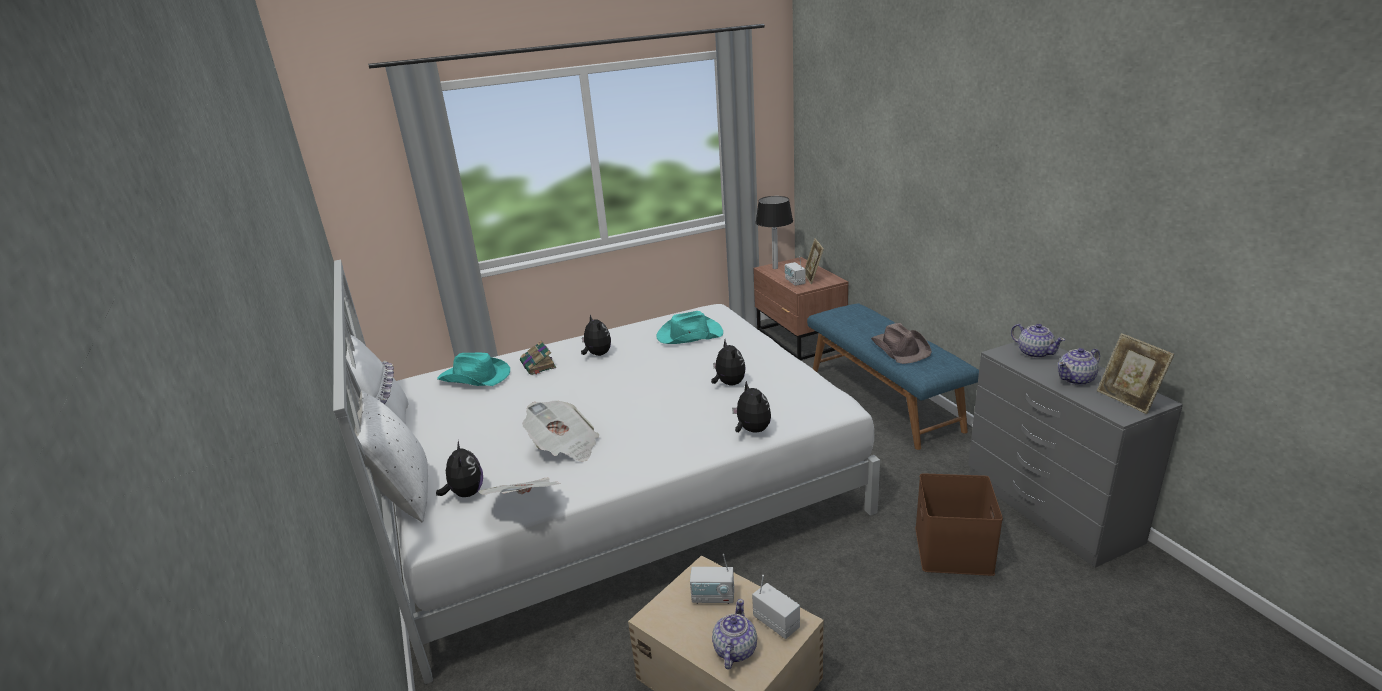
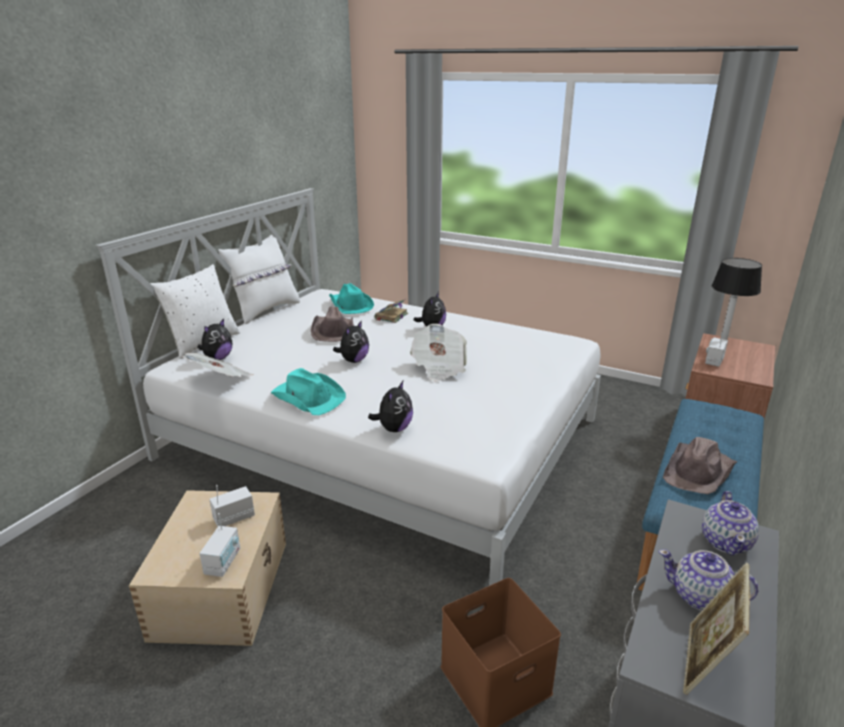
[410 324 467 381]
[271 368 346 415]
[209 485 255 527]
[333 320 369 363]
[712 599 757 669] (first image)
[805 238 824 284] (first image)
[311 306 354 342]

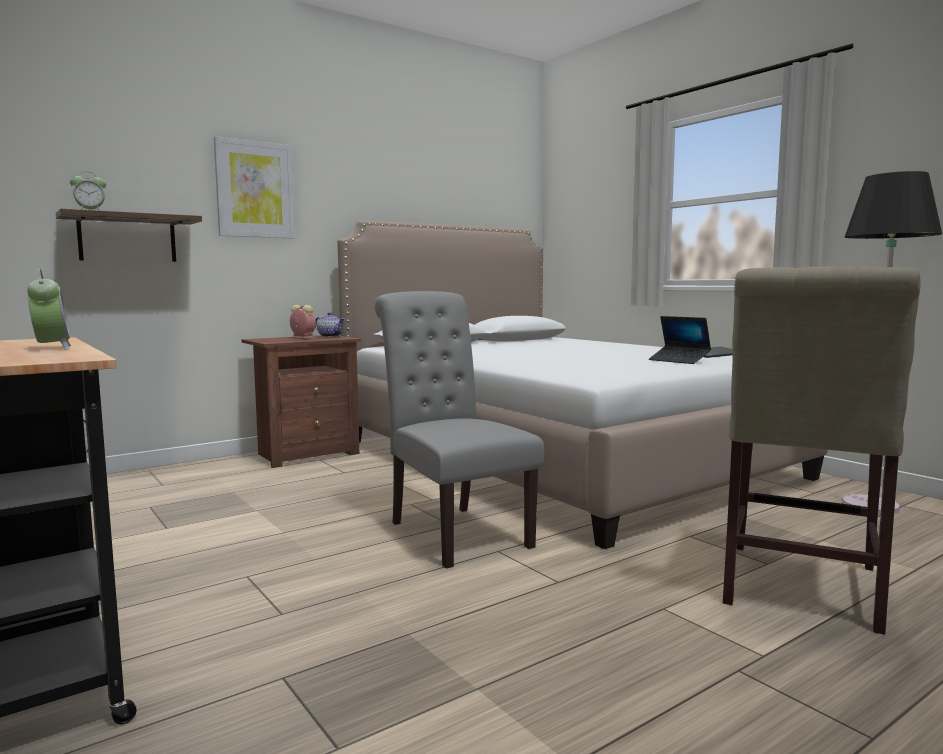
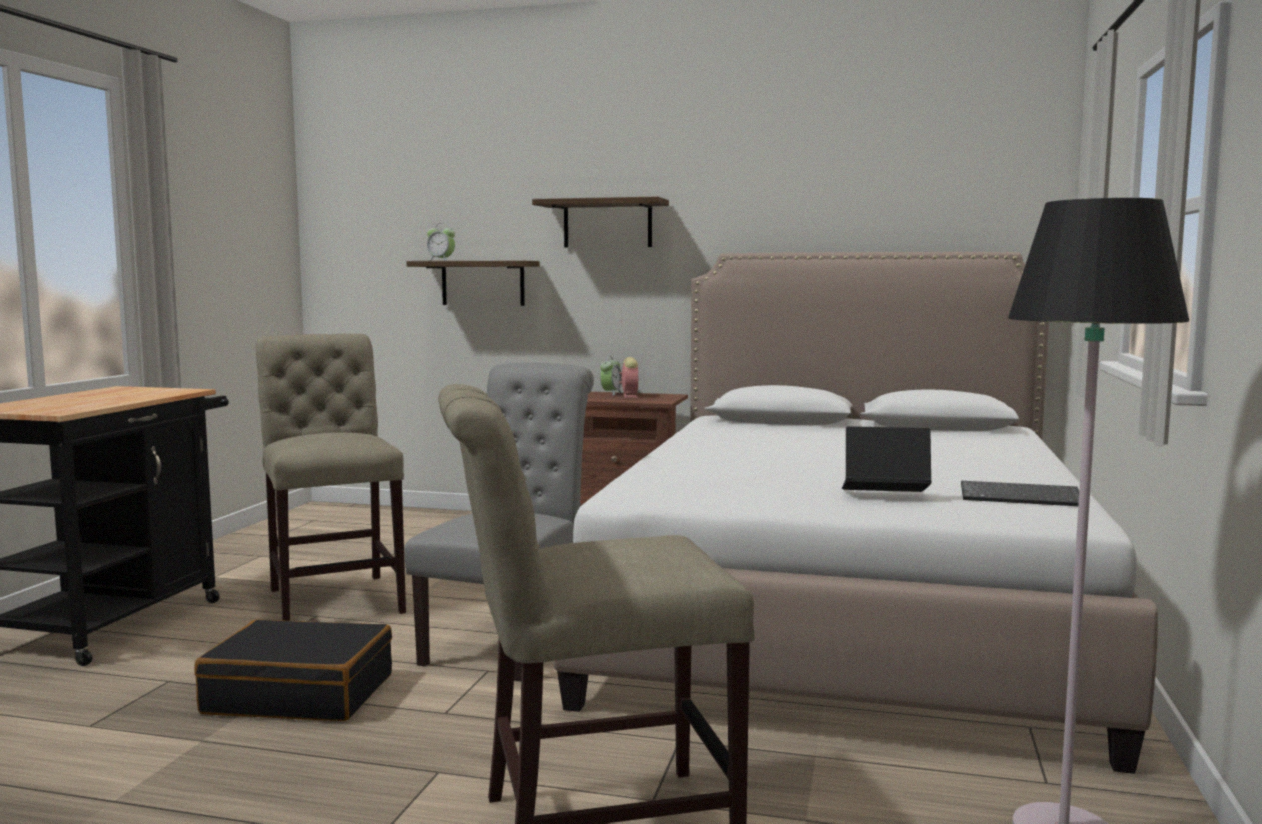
[600 356 623 395]
[532 197 669 248]
[315 312 344 337] (first image)
[842 426 931 492]
[195 619 392 721]
[256 333 406 621]

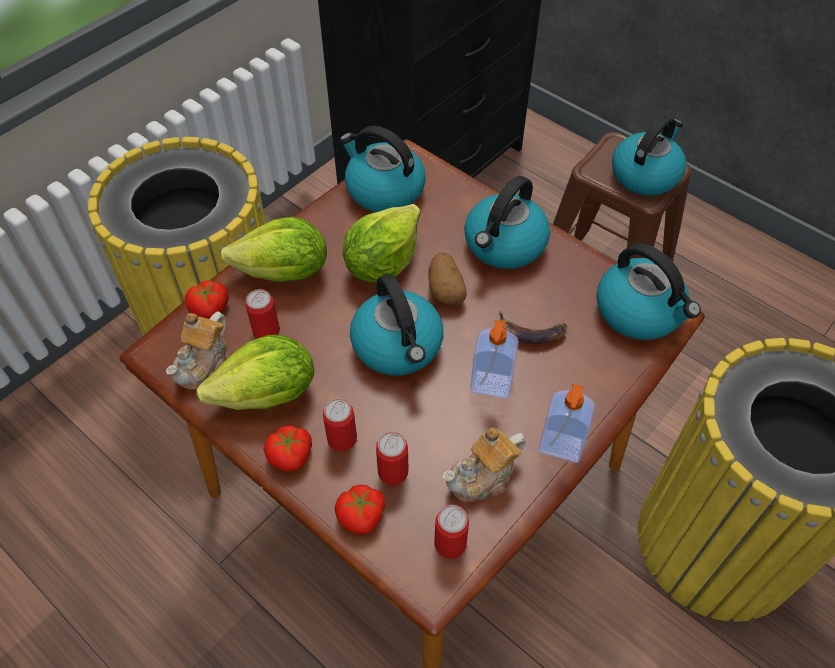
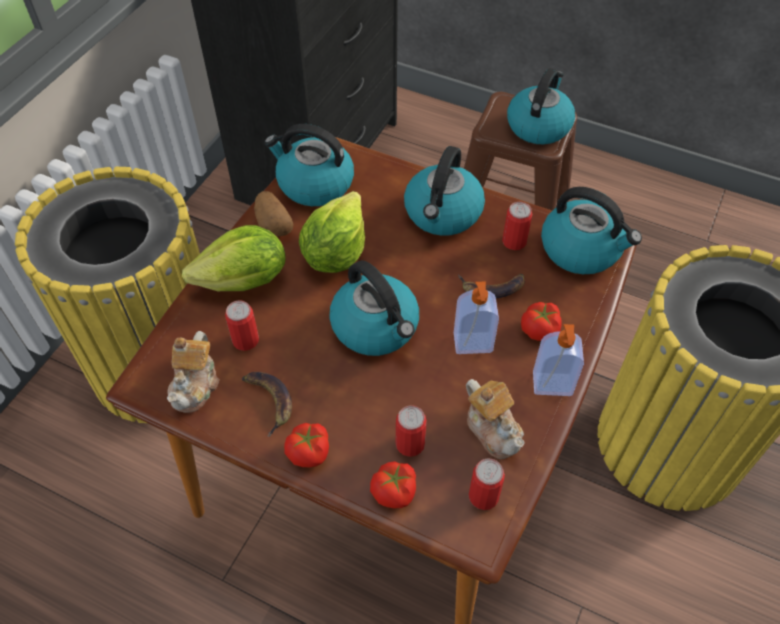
[521 302 562 341]
[242 372 292 437]
[502 202 532 250]
[254 191 293 236]
[466 379 525 459]

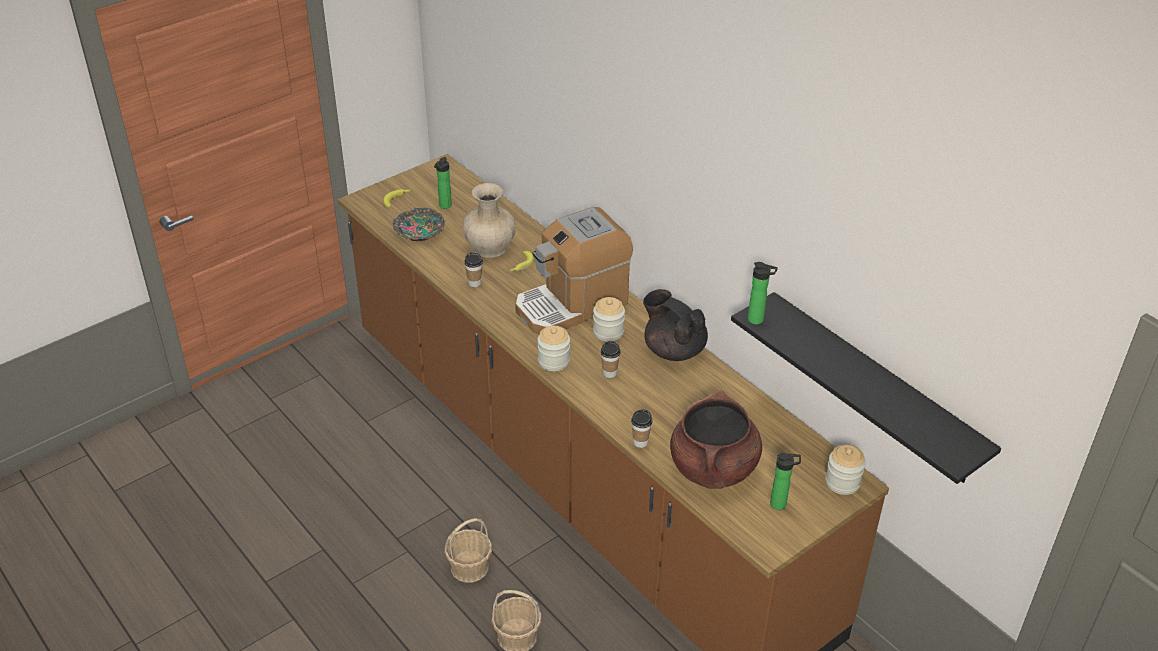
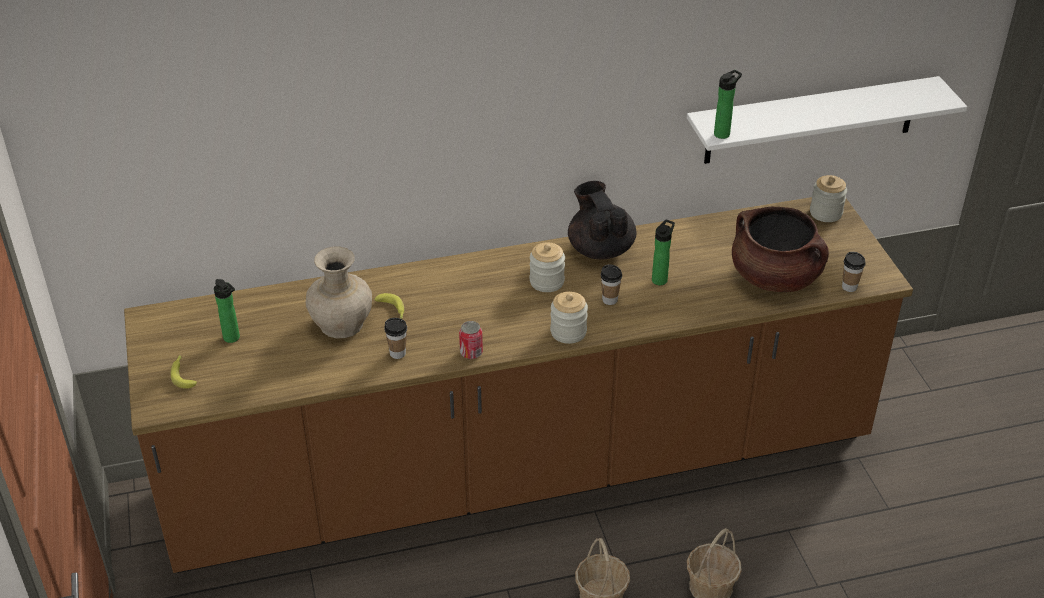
[392 207 445 241] (first image)
[515 207 633 334] (first image)
[842 252 866 292]
[568 181 637 260]
[687 76 967 164]
[652 220 675 285]
[459 321 483 359]

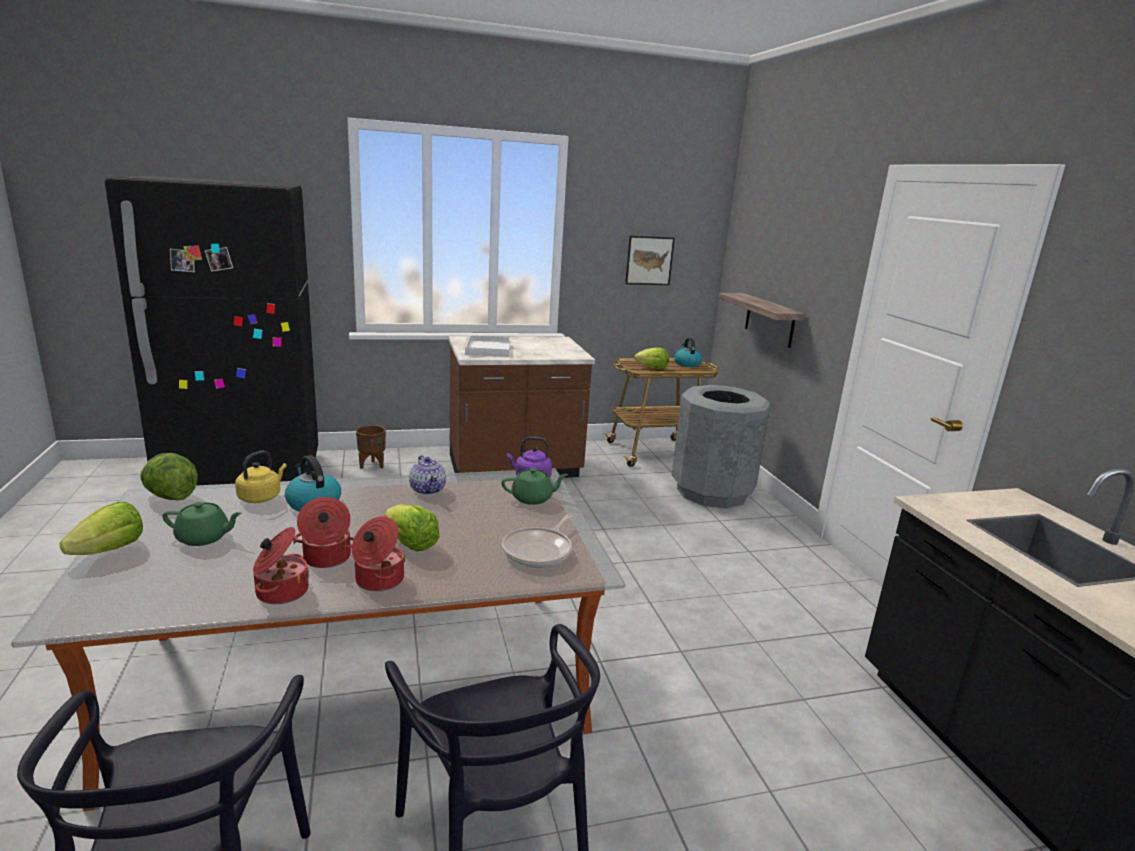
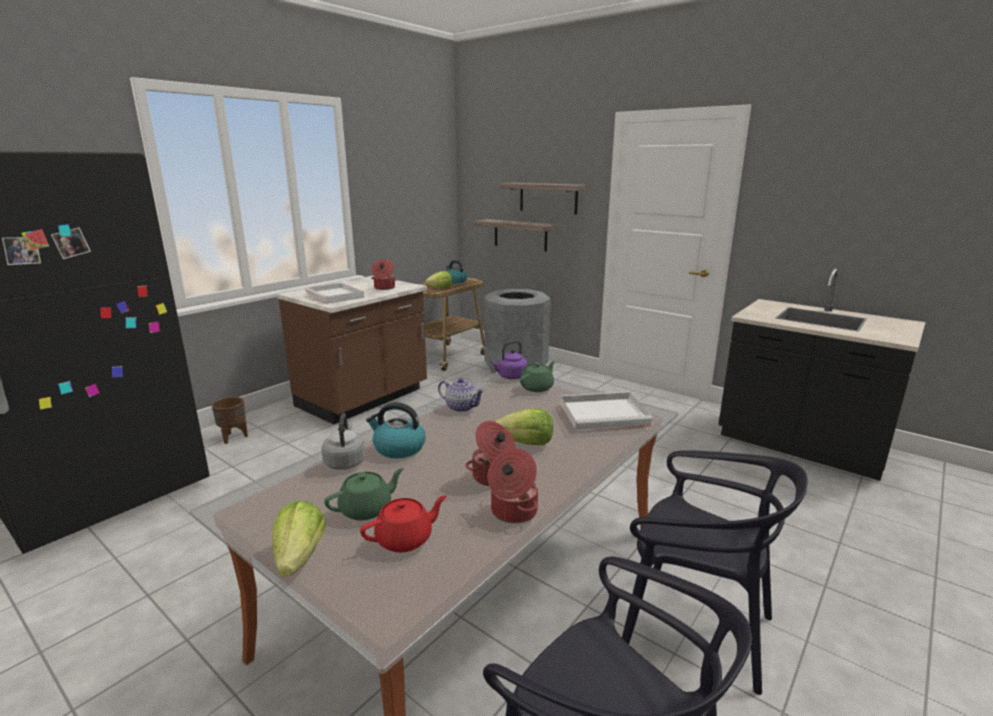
[140 453 198 500] (first image)
[321 413 366 470]
[371 259 397 290]
[560 392 653 431]
[625 236 675 285] (first image)
[360 495 447 553]
[499 183 588 215]

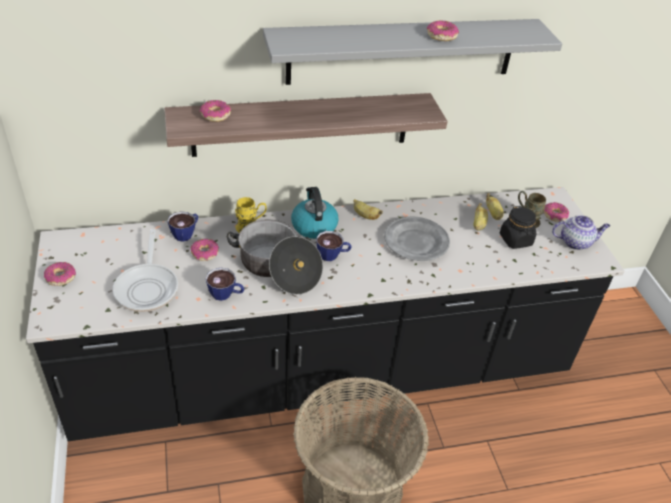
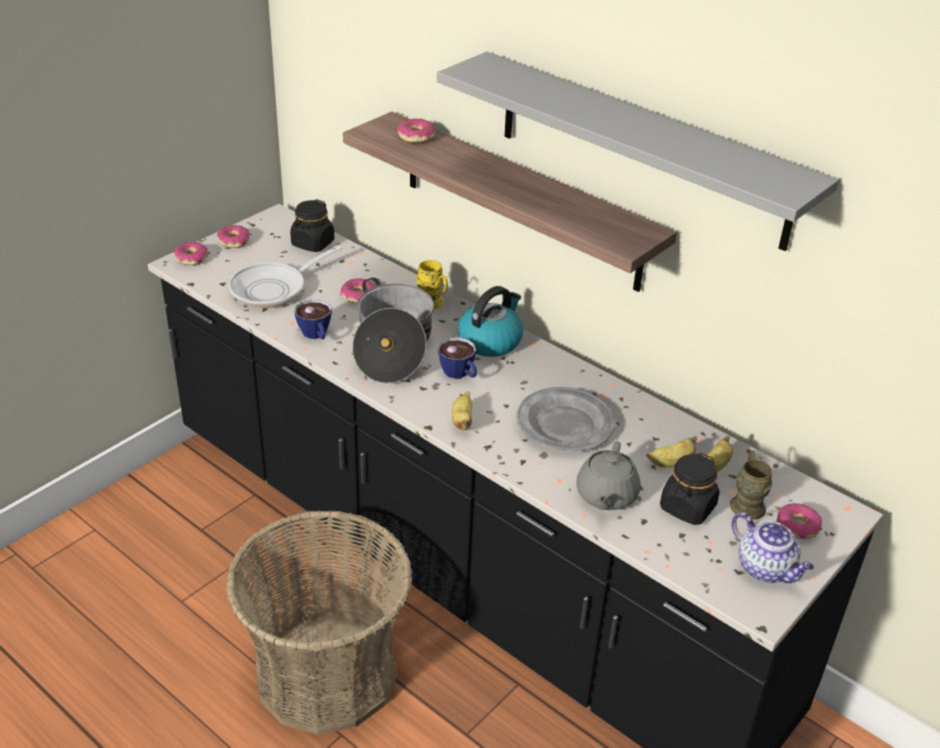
[167 211 198 241] (first image)
[451 392 472 430]
[174 242 207 266]
[290 199 335 252]
[576 441 640 510]

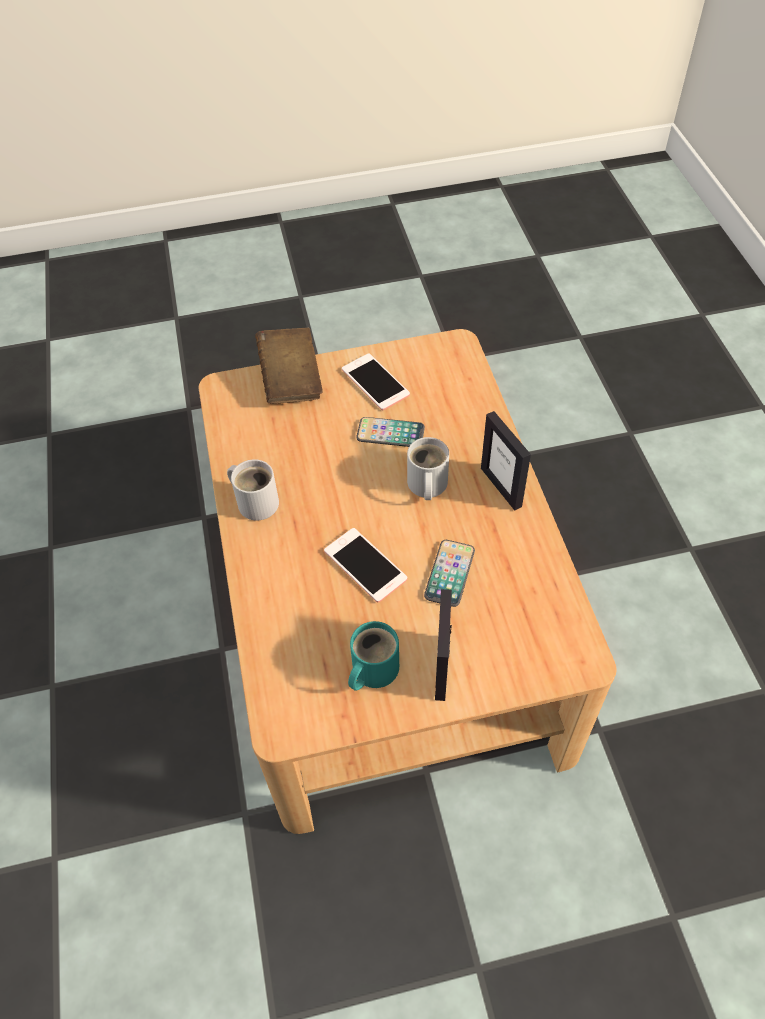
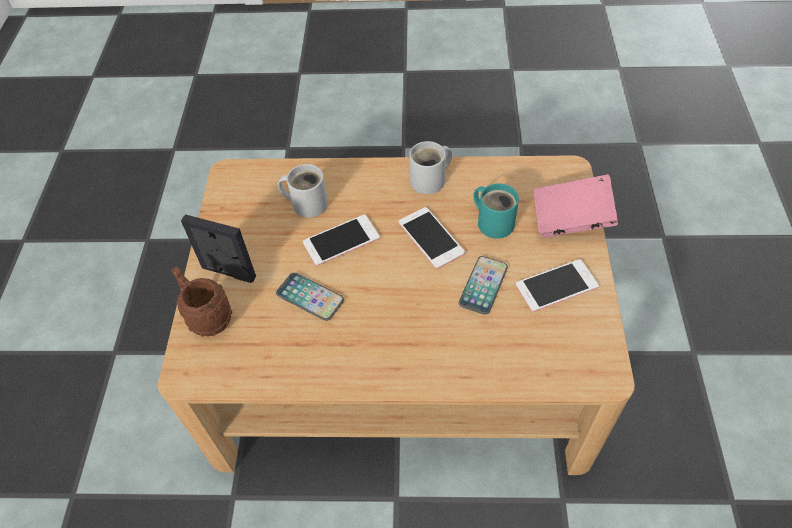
[534 174 618 238]
[473 183 519 239]
[278 164 328 218]
[481 411 531 511] (first image)
[172 267 232 336]
[398 207 465 269]

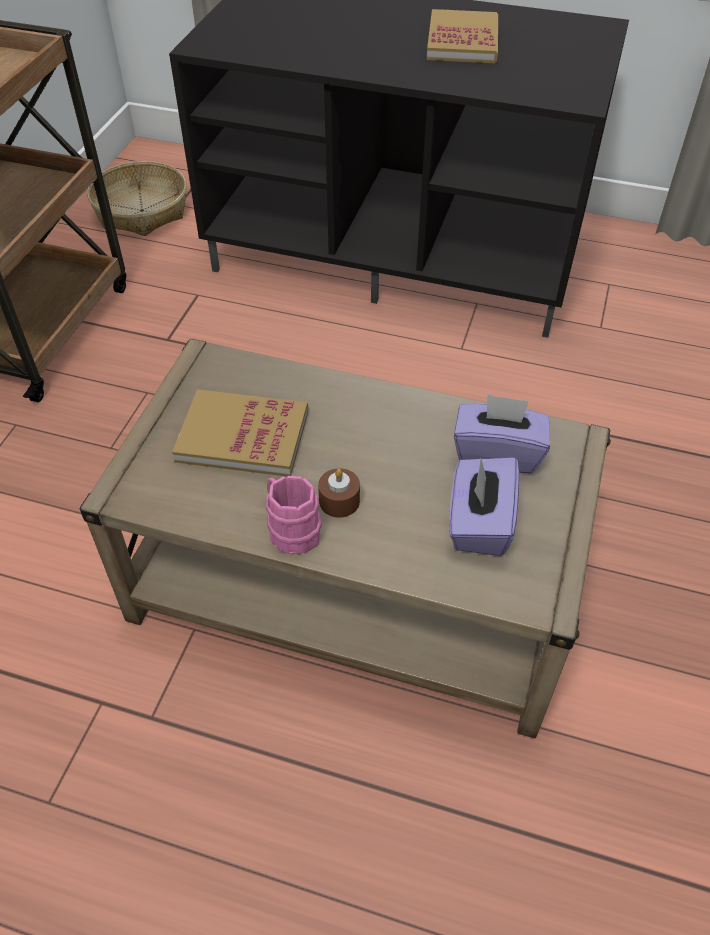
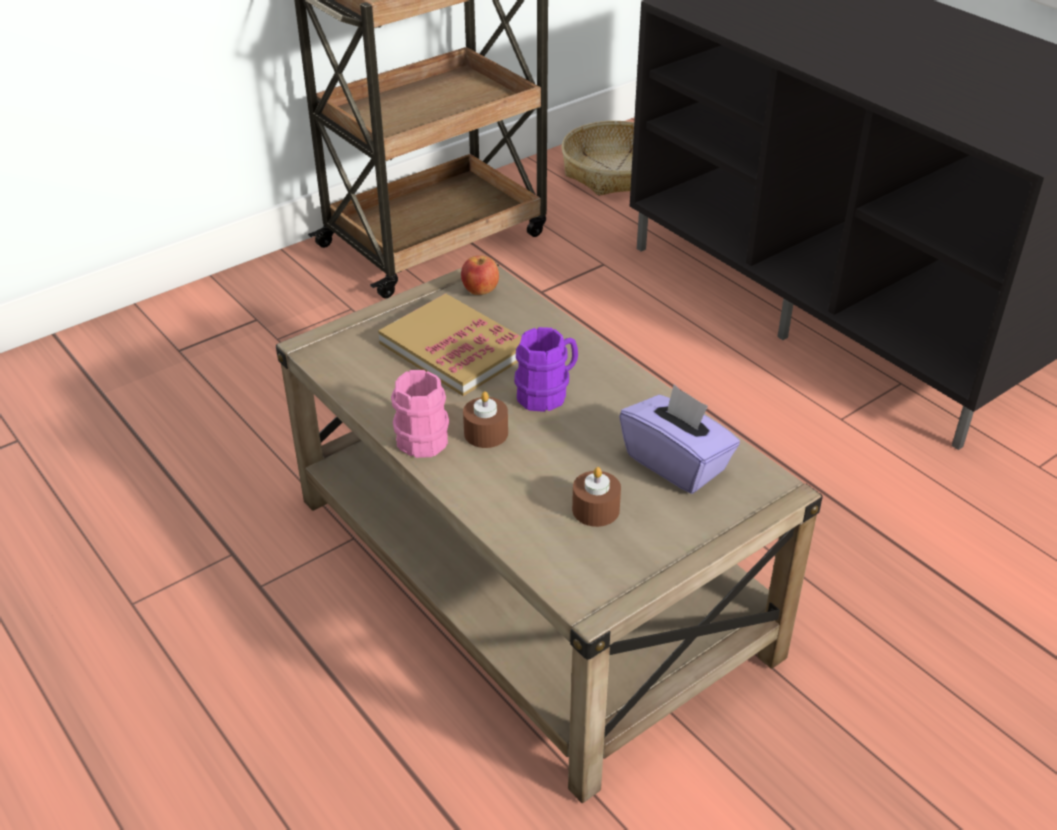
[427 9 498 63] (first image)
[572 467 621 527]
[461 256 499 295]
[514 327 578 412]

